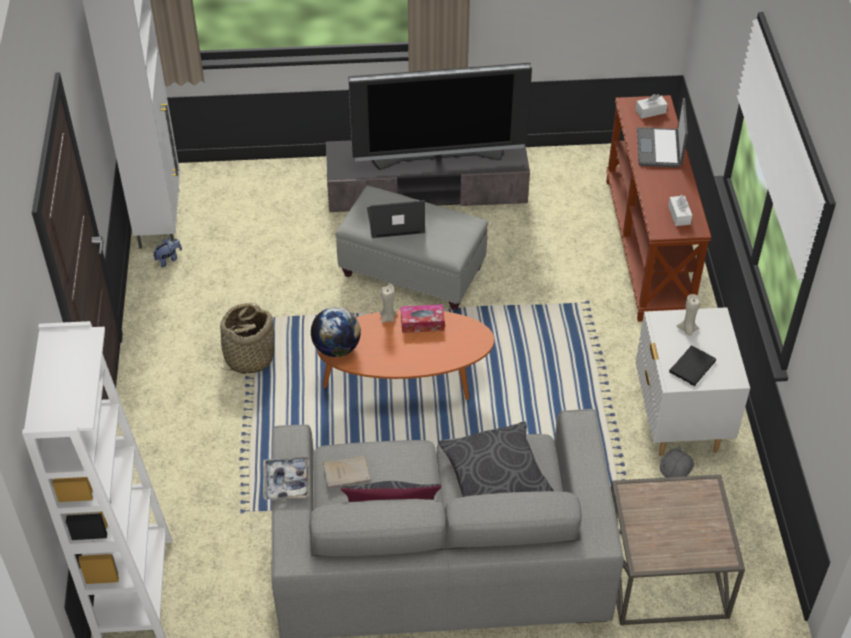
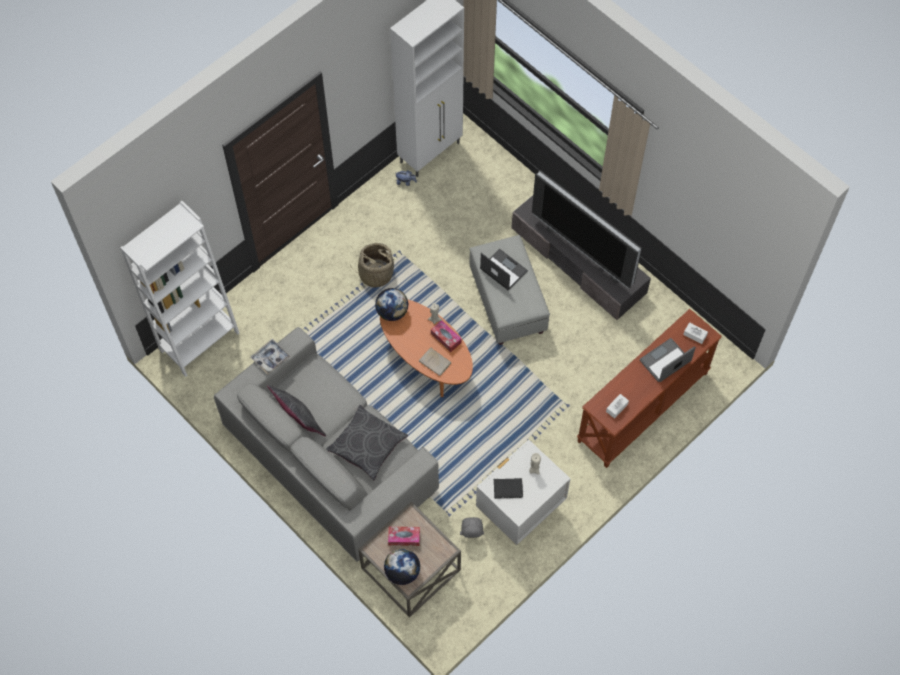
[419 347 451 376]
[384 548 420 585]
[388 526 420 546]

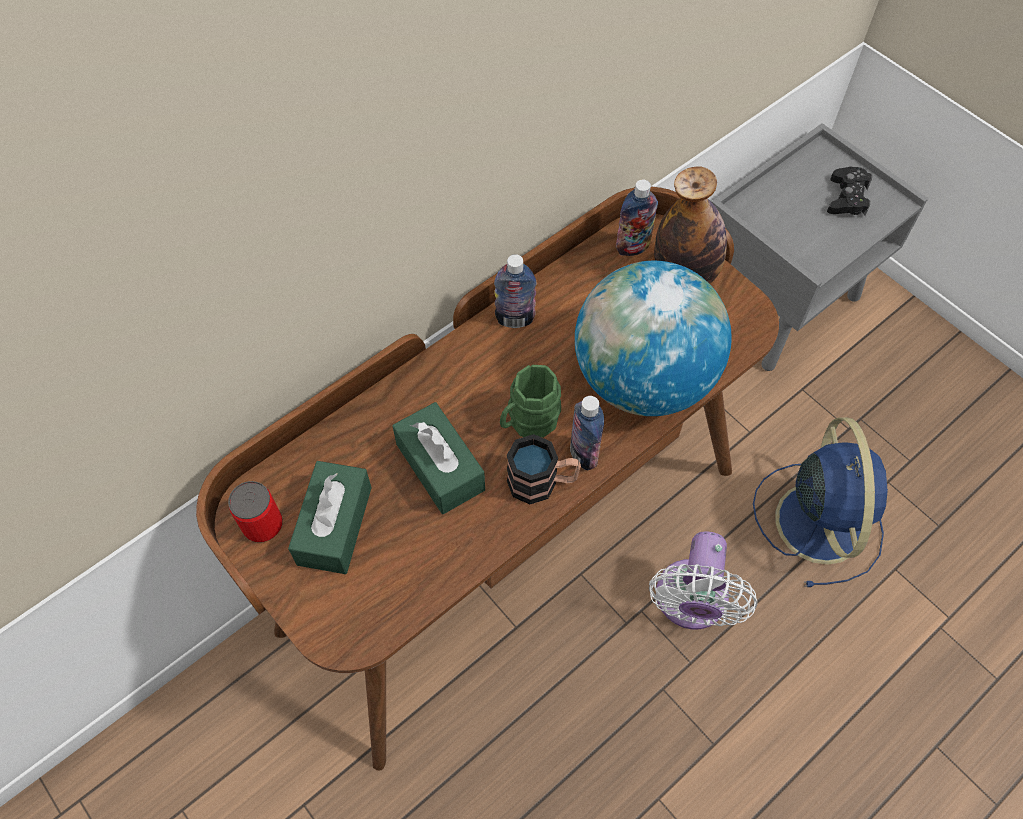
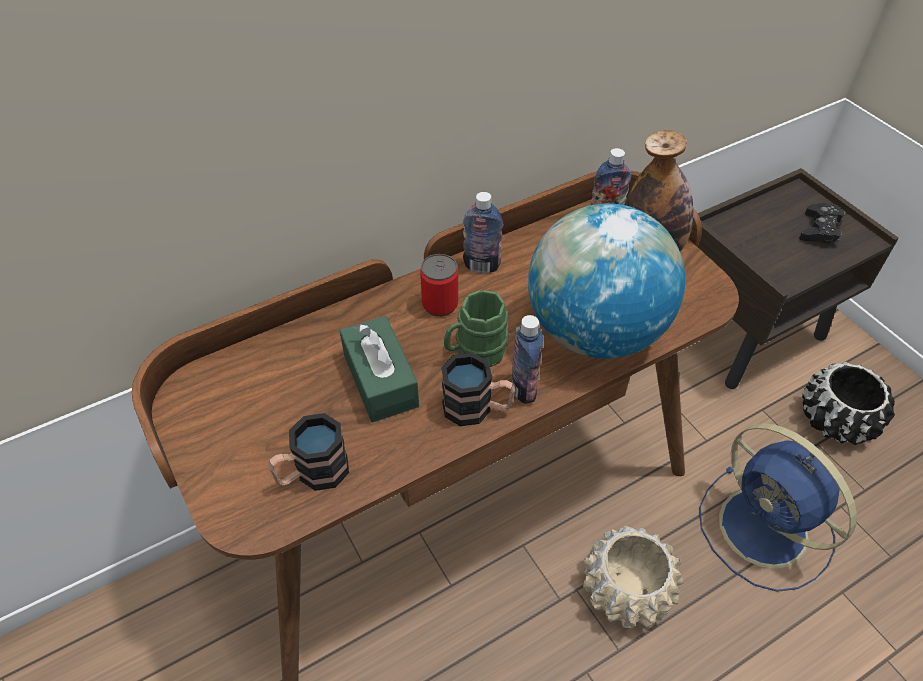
[420 254 458 317]
[288 461 371 574] (first image)
[583 526 684 628]
[697 168 899 389]
[699 423 857 592]
[268 413 349 491]
[802 362 895 445]

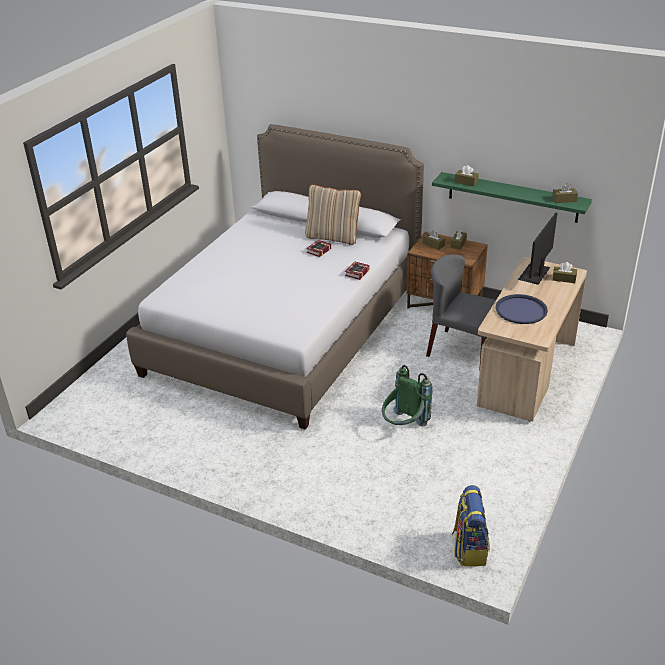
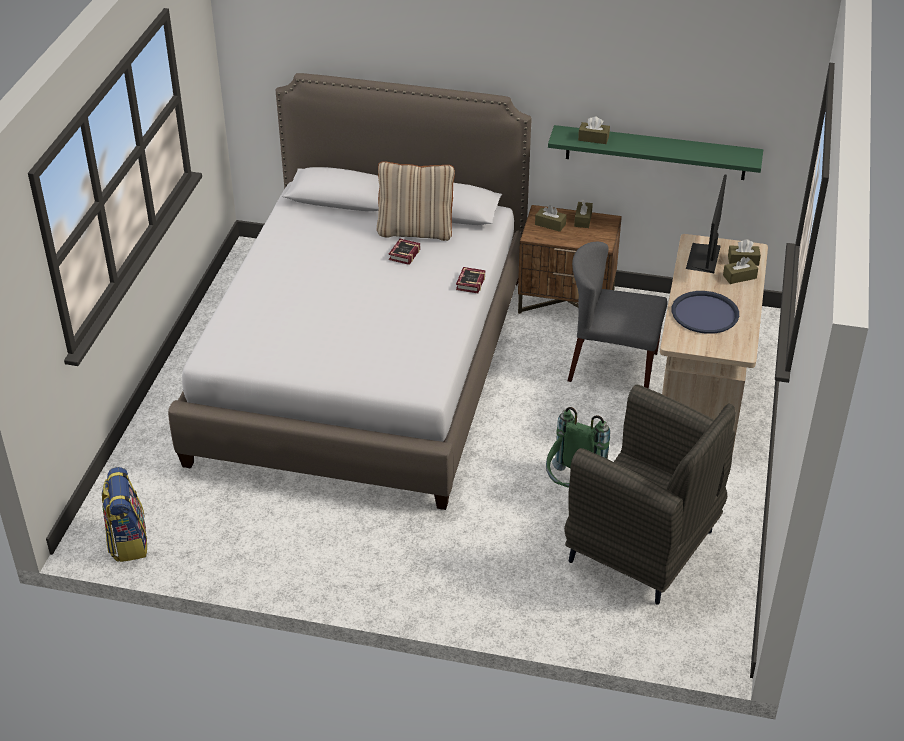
[102 467 147 562]
[723 257 758 284]
[564 384 736 605]

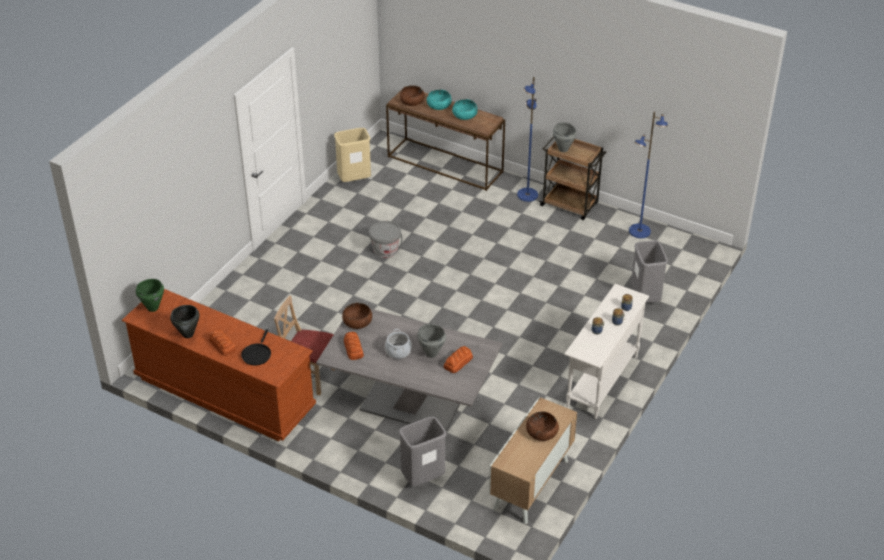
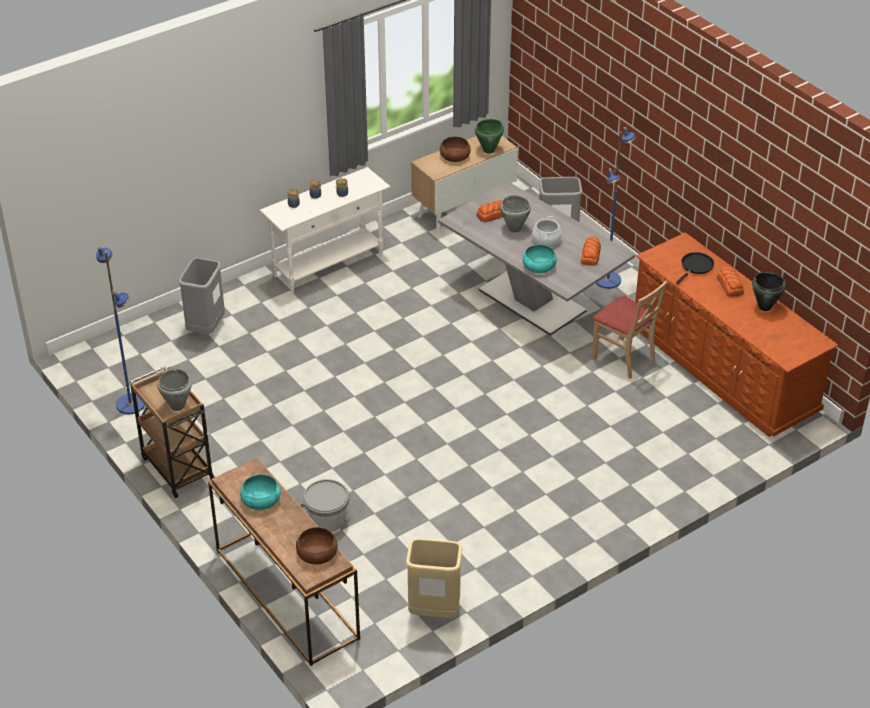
[475 119 504 154]
[342 303 372 329] (first image)
[301 479 350 532]
[523 245 557 273]
[596 127 636 289]

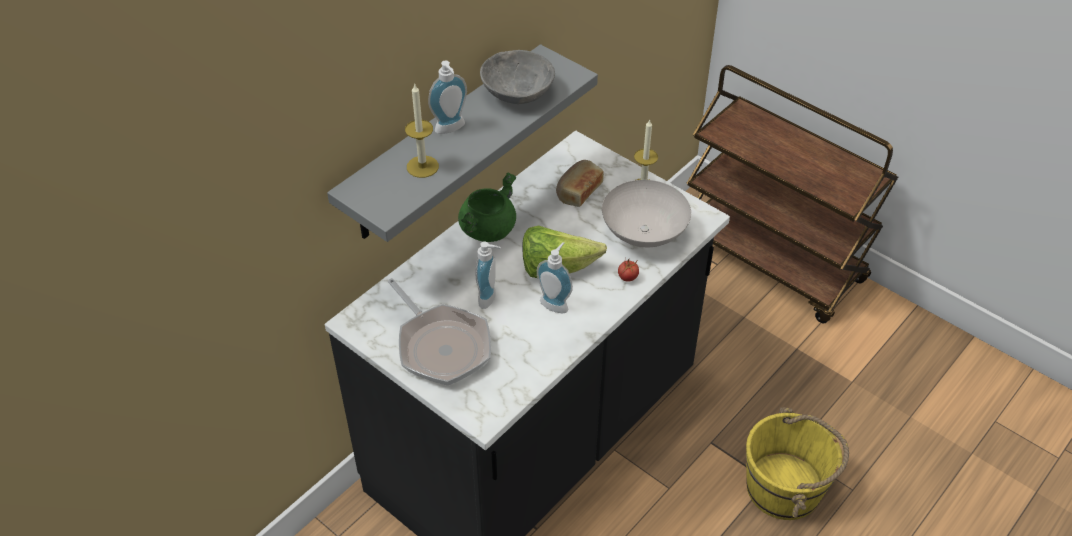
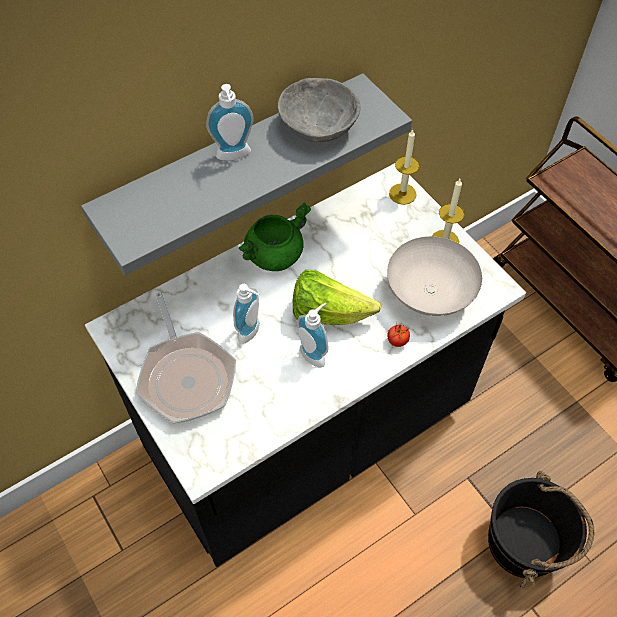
[389 129 419 205]
[556 160 604 207] (first image)
[488 471 594 588]

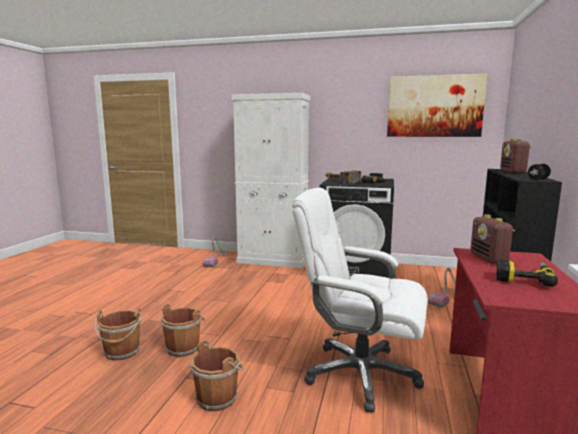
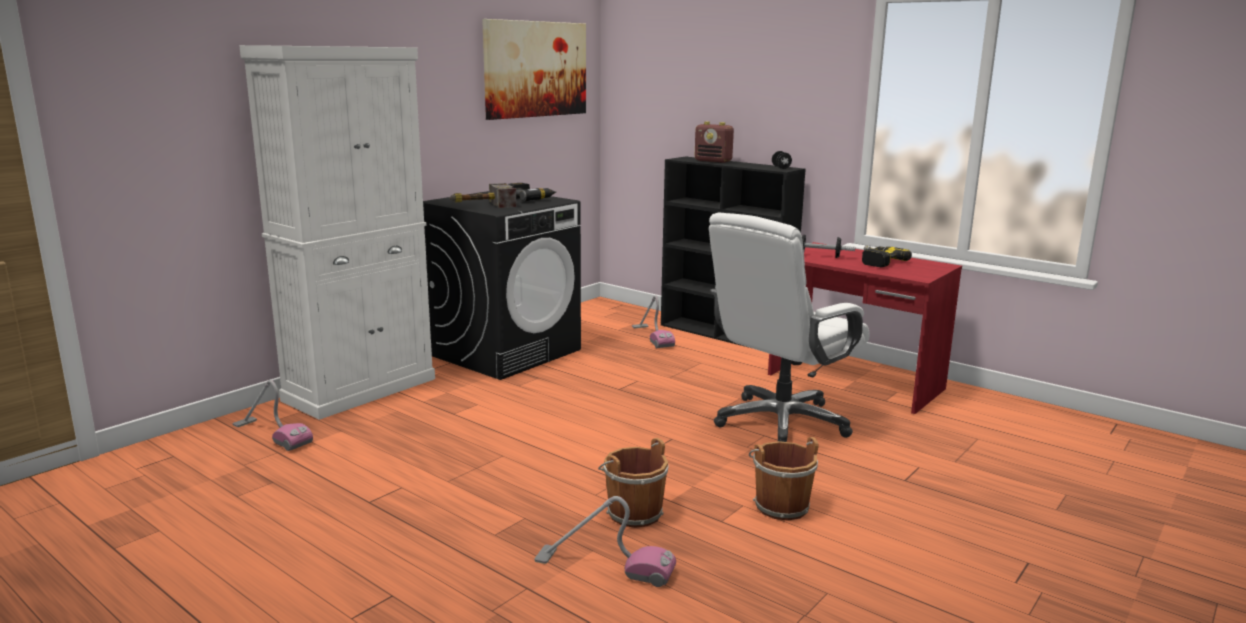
[534 496 676 587]
[802 235 855 258]

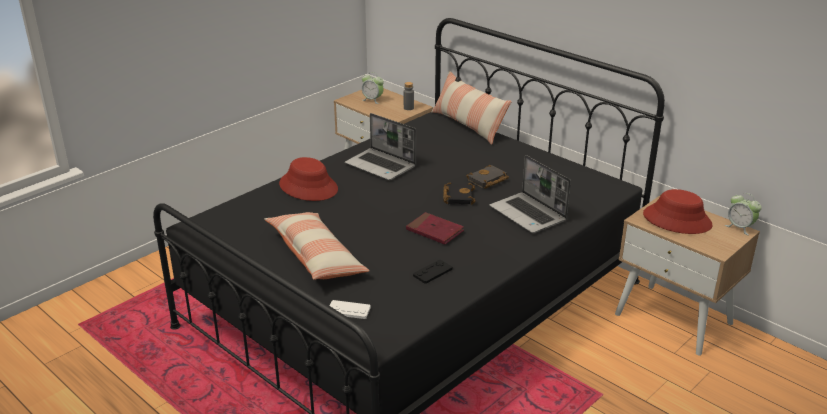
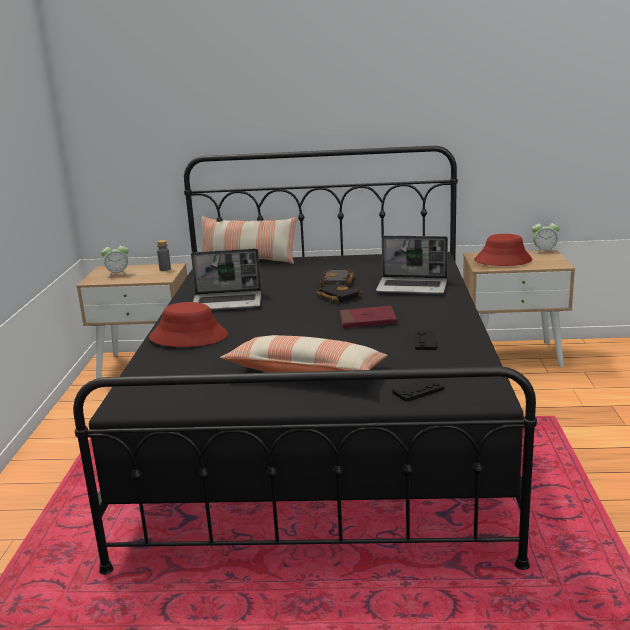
[393 378 445 401]

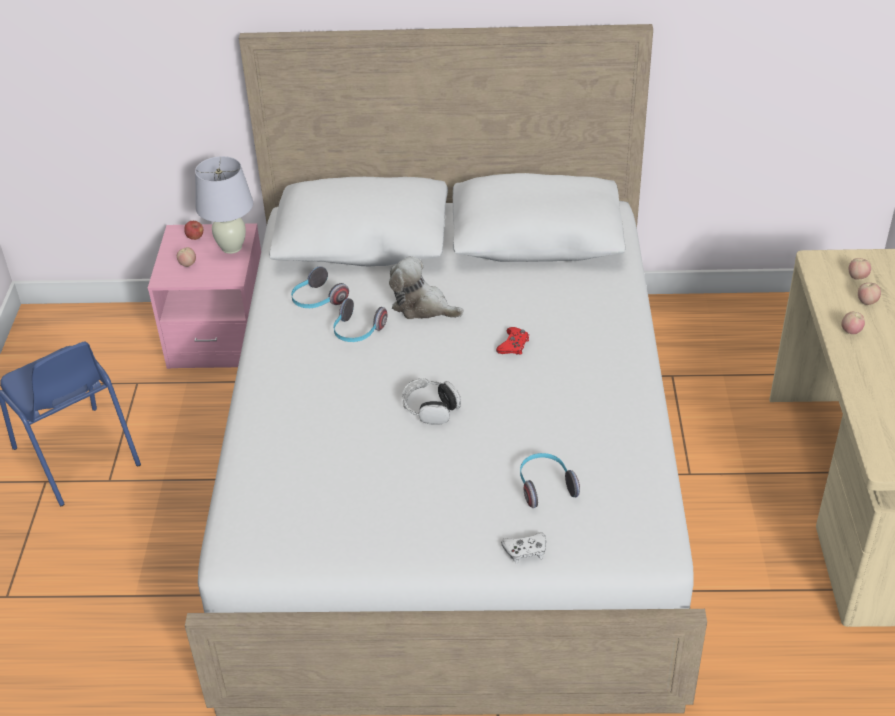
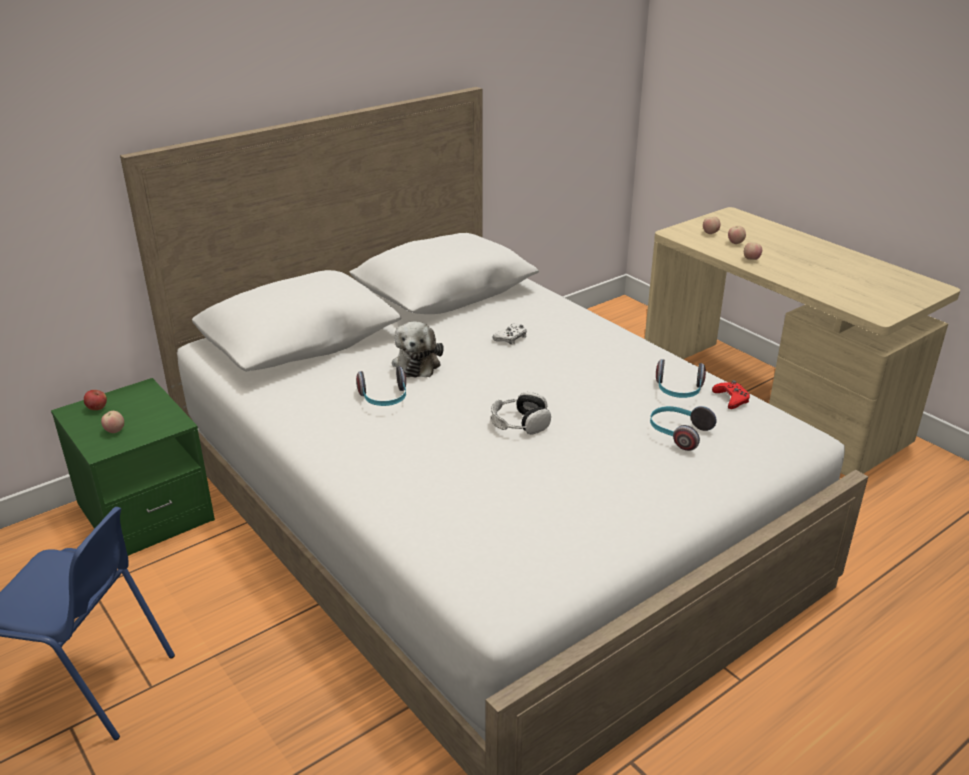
[51 378 215 556]
[195 156 253 254] (first image)
[656 359 706 398]
[392 321 444 378]
[712 380 750 409]
[492 323 527 344]

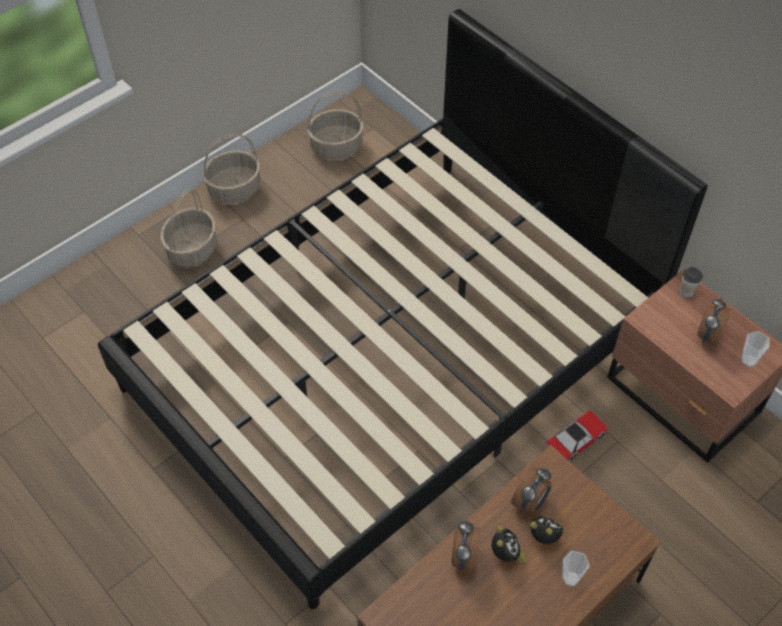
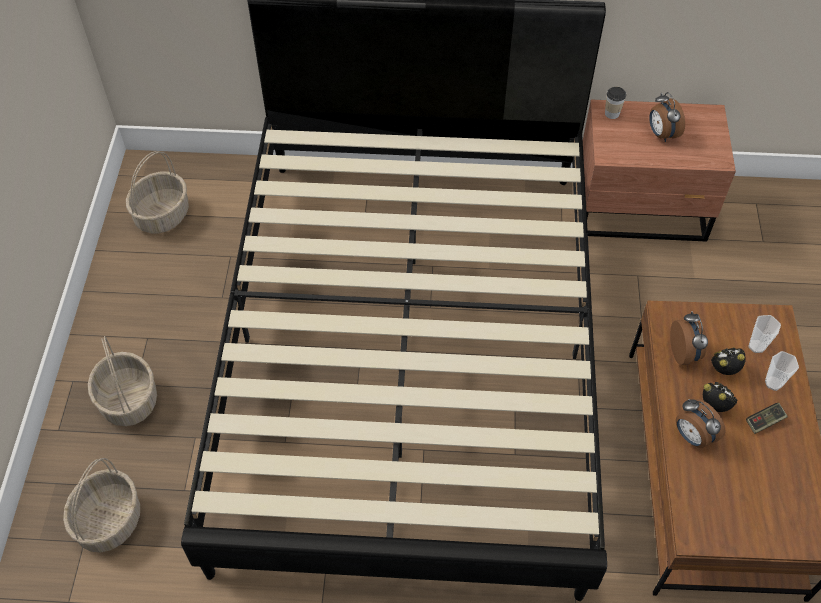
[63 458 140 553]
[545 410 609 461] (first image)
[748 315 781 353]
[746 403 788 434]

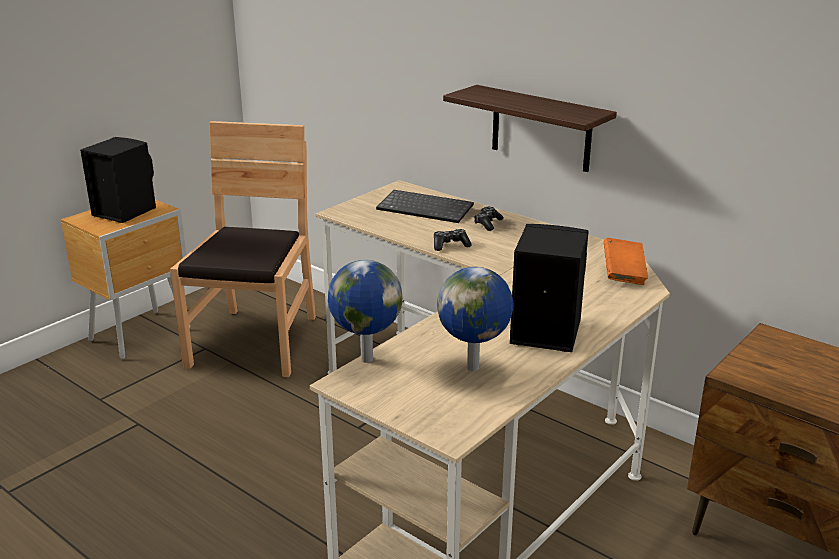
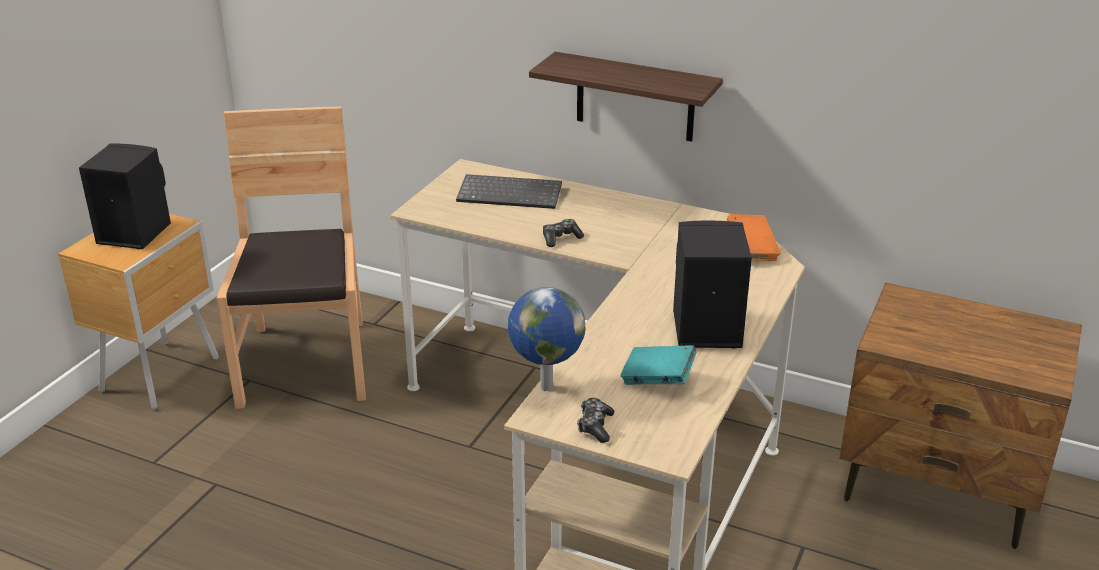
[620 345 696 385]
[577 398 614 443]

